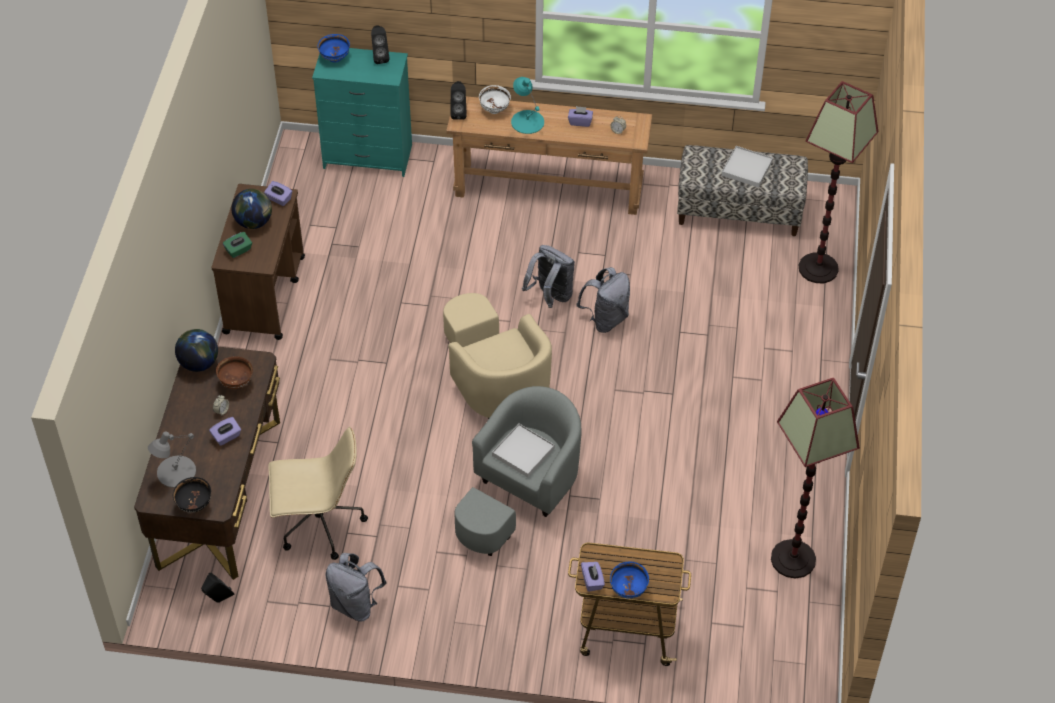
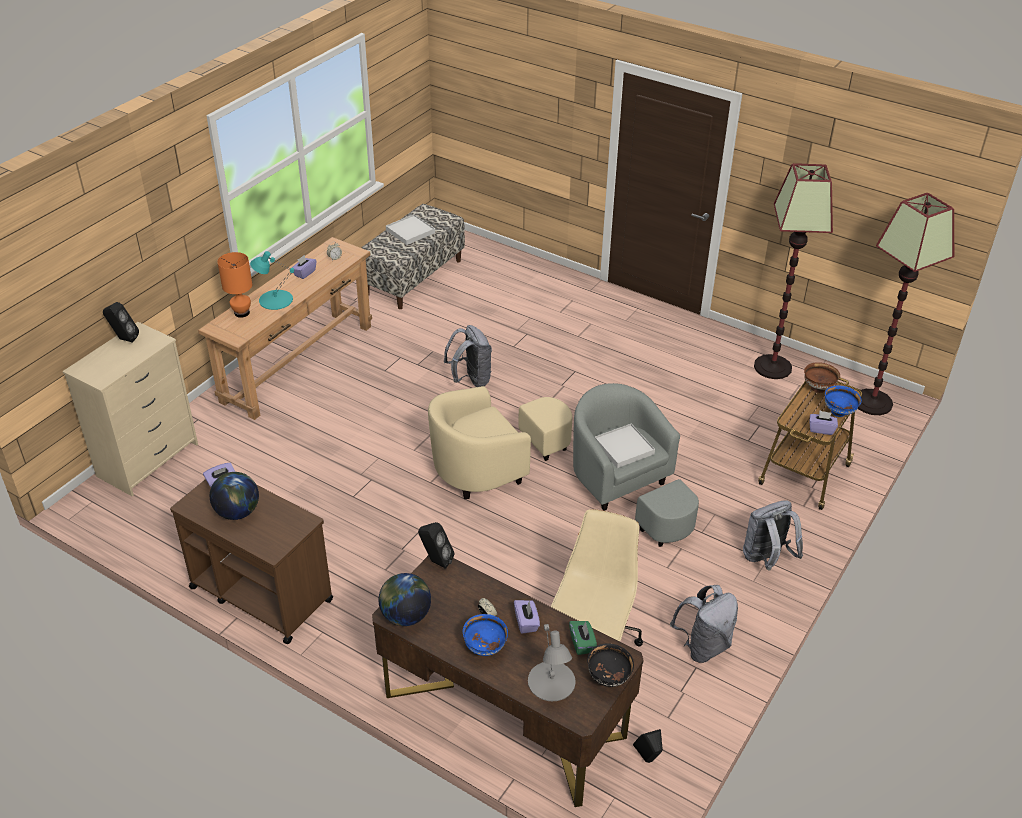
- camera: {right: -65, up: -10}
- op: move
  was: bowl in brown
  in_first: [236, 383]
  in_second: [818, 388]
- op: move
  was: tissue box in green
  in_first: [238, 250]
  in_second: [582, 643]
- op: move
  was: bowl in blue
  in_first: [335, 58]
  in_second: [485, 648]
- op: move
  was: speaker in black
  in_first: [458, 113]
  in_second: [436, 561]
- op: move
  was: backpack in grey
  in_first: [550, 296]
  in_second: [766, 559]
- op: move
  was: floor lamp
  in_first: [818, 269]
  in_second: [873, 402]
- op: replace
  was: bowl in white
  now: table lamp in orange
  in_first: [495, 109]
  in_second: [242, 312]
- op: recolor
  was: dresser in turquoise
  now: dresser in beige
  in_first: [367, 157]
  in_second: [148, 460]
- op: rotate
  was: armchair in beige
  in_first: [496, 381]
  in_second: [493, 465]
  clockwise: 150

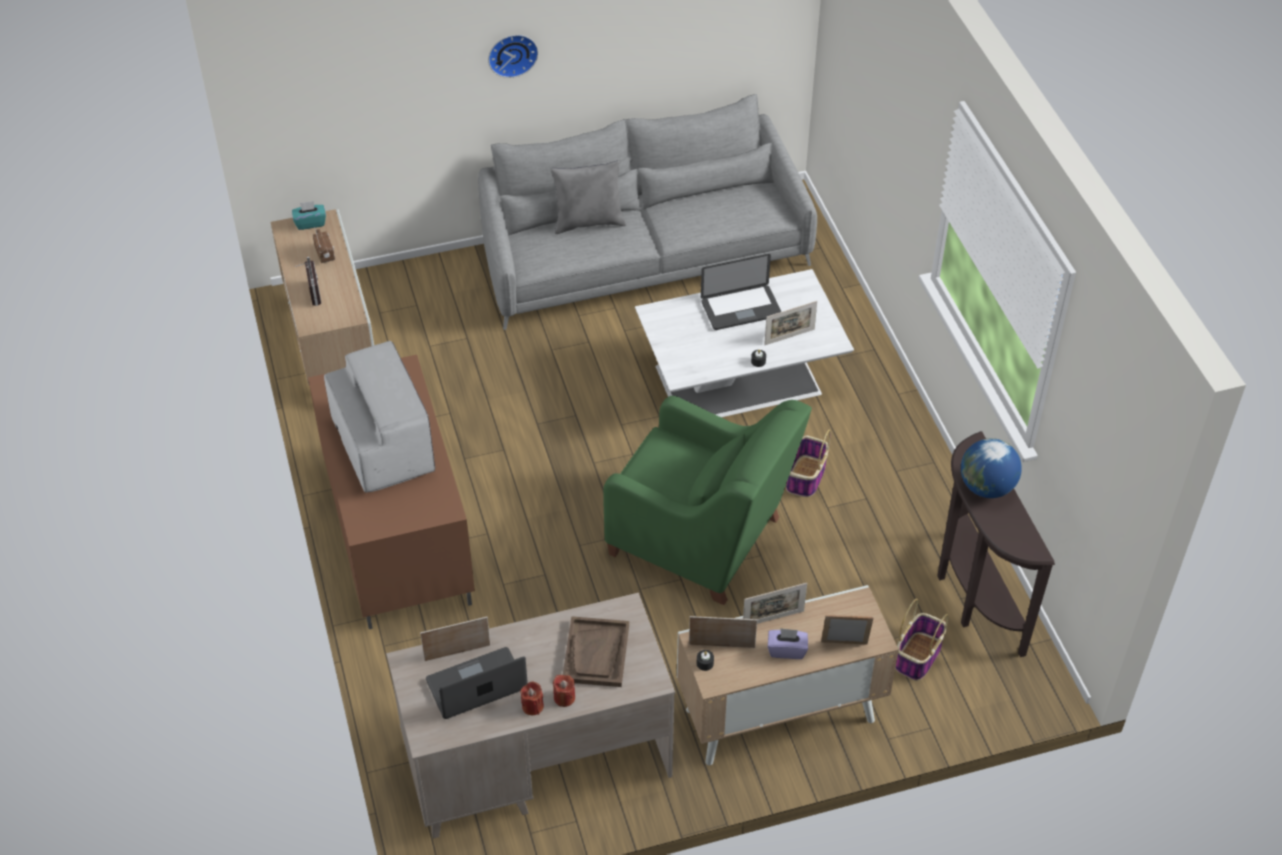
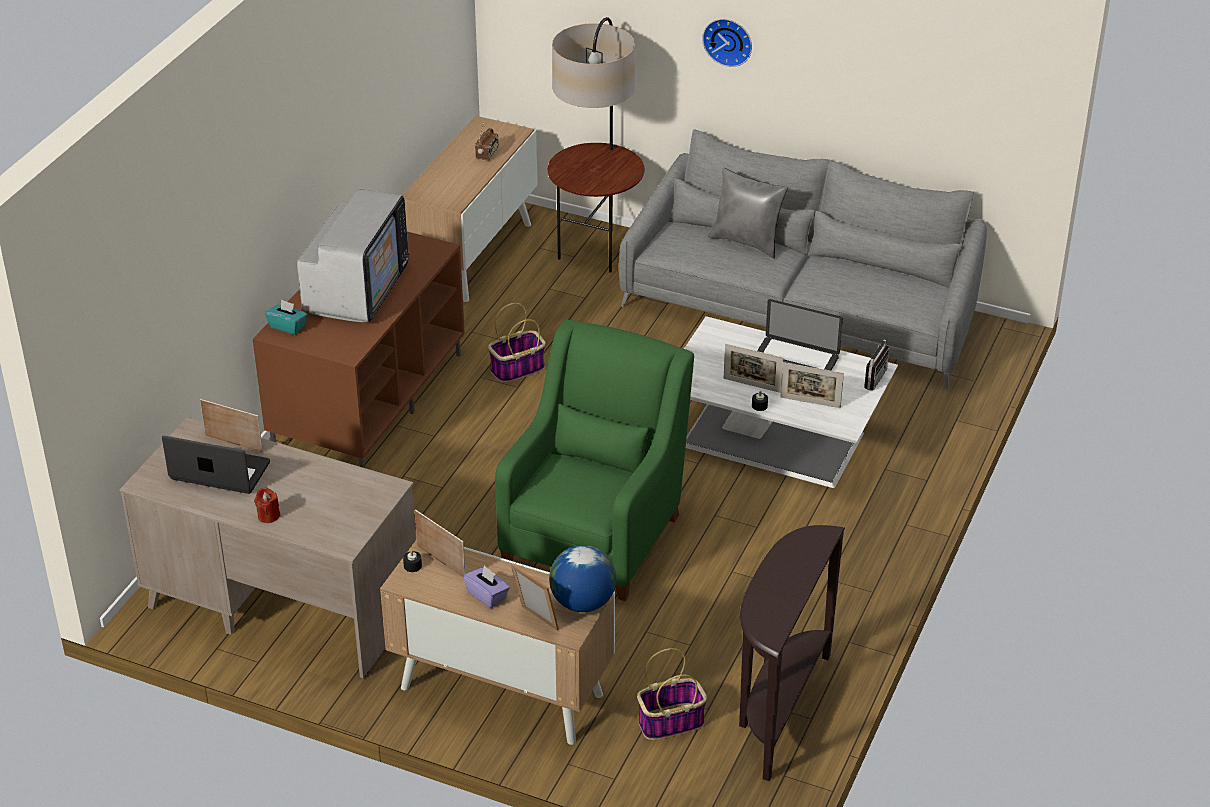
- camera: {right: 40, up: -10}
- op: delete
  was: candle in red
  in_first: [532, 706]
- op: delete
  was: tray in brown
  in_first: [596, 653]
- op: insert
  now: floor lamp
  in_second: [596, 250]
- op: move
  was: tissue box in turquoise
  in_first: [310, 223]
  in_second: [288, 326]
- op: move
  was: radio
  in_first: [310, 293]
  in_second: [871, 378]
- op: move
  was: picture frame
  in_first: [773, 619]
  in_second: [752, 385]
- op: move
  was: basket
  in_first: [805, 478]
  in_second: [517, 369]
- op: move
  was: globe
  in_first: [986, 487]
  in_second: [582, 602]
- op: rotate
  was: armchair in green
  in_first: [701, 539]
  in_second: [595, 534]
  clockwise: -135

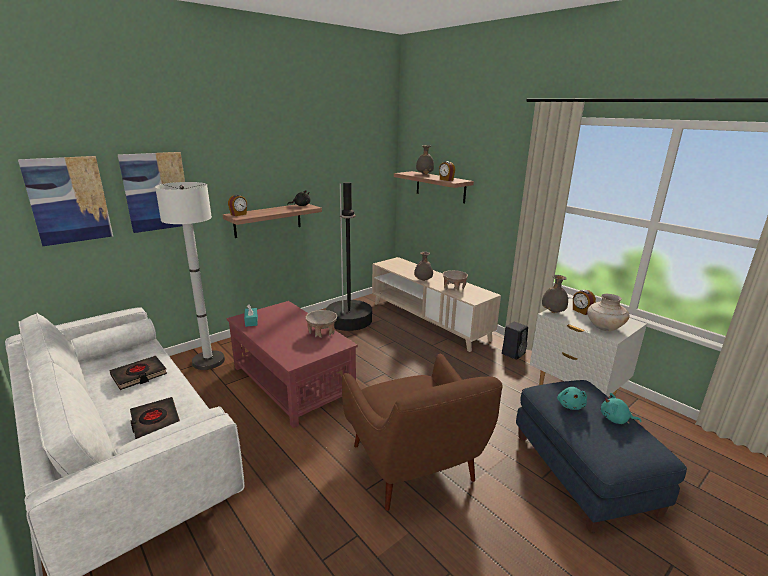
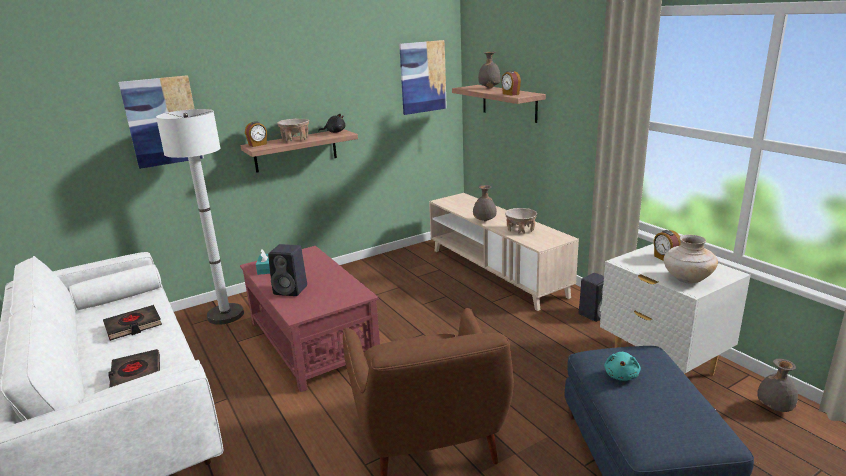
- camera: {right: 10, up: 0}
- op: delete
  was: floor lamp in black
  in_first: [349, 320]
- op: delete
  was: plush toy in turquoise
  in_first: [616, 419]
- op: insert
  now: speaker in black
  in_second: [291, 290]
- op: move
  was: picture
  in_first: [68, 200]
  in_second: [423, 77]
- op: move
  was: bowl in beige
  in_first: [322, 332]
  in_second: [295, 139]
- op: move
  was: vase in grey
  in_first: [552, 312]
  in_second: [774, 407]

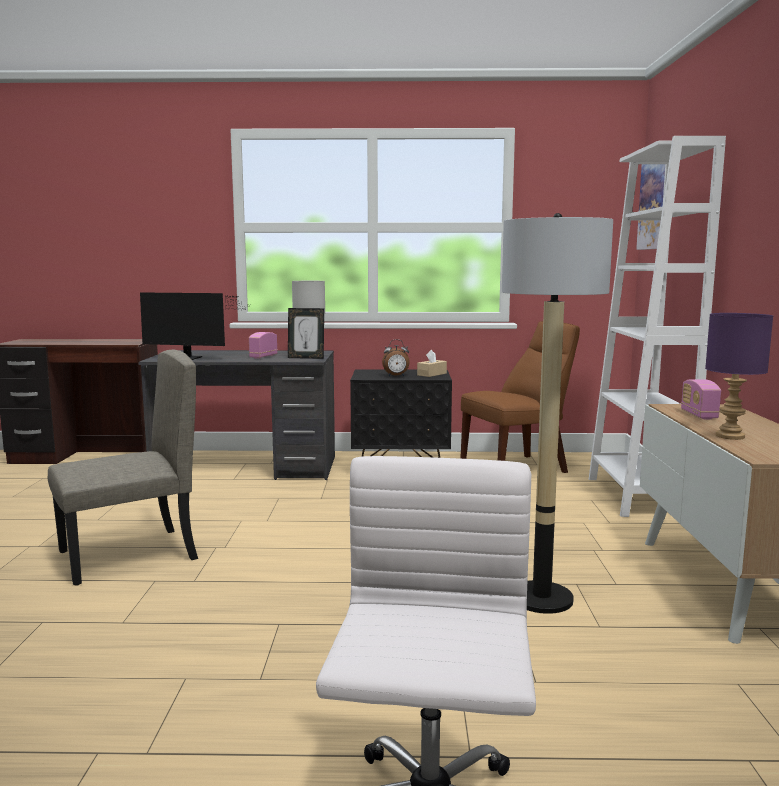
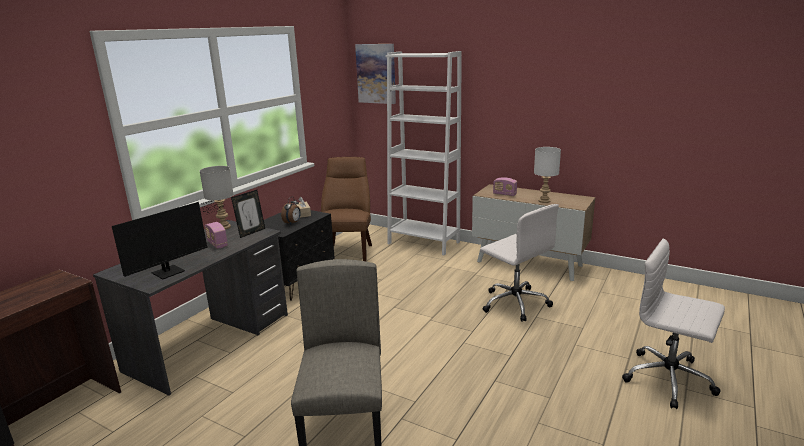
- camera: {right: -60, up: 10}
- op: replace
  was: floor lamp
  now: office chair in white
  in_first: [541, 598]
  in_second: [514, 303]
- op: recolor
  was: table lamp in purple
  now: table lamp in white
  in_first: [730, 436]
  in_second: [545, 201]

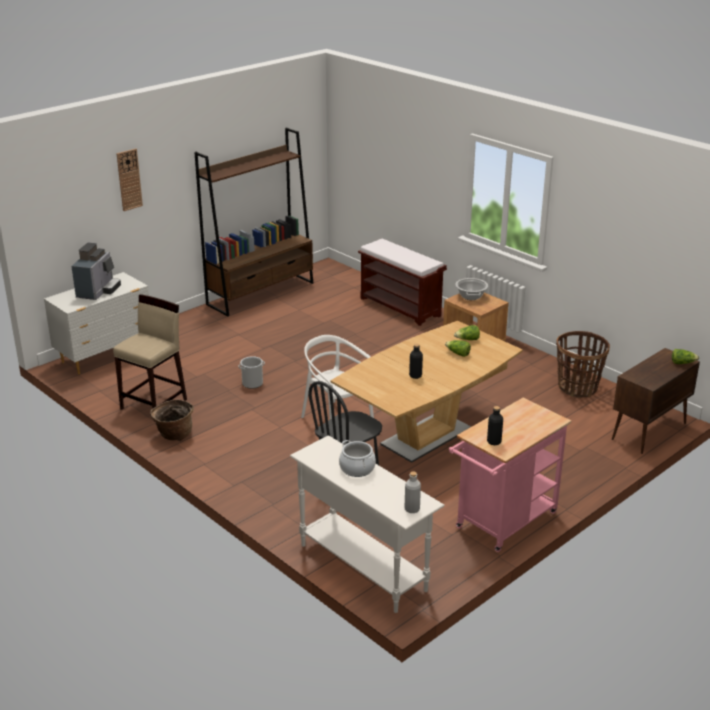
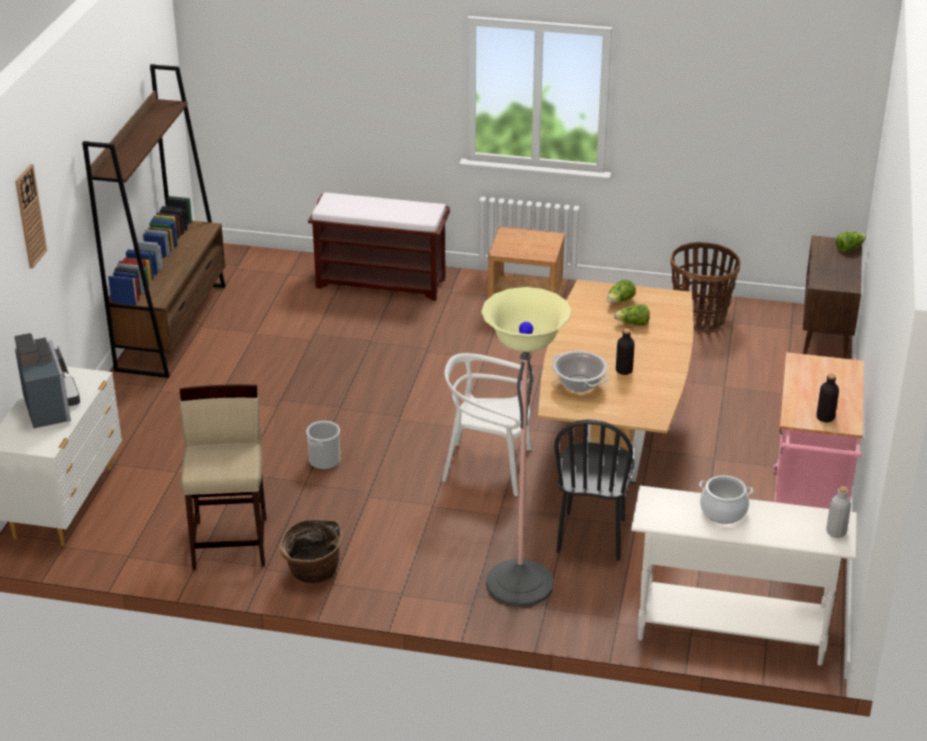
- camera: {right: -35, up: 5}
- op: insert
  now: floor lamp
  in_second: [519, 584]
- op: move
  was: cooking pot
  in_first: [471, 296]
  in_second: [579, 384]

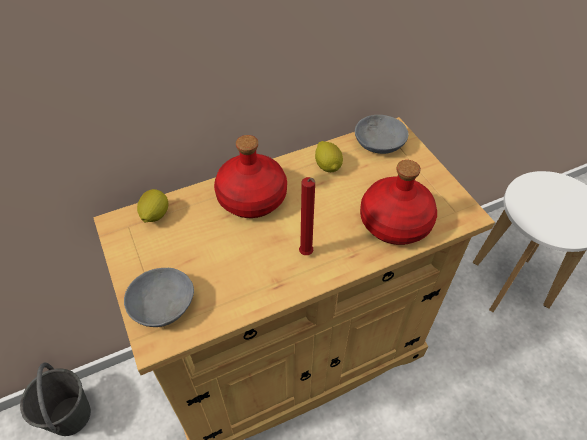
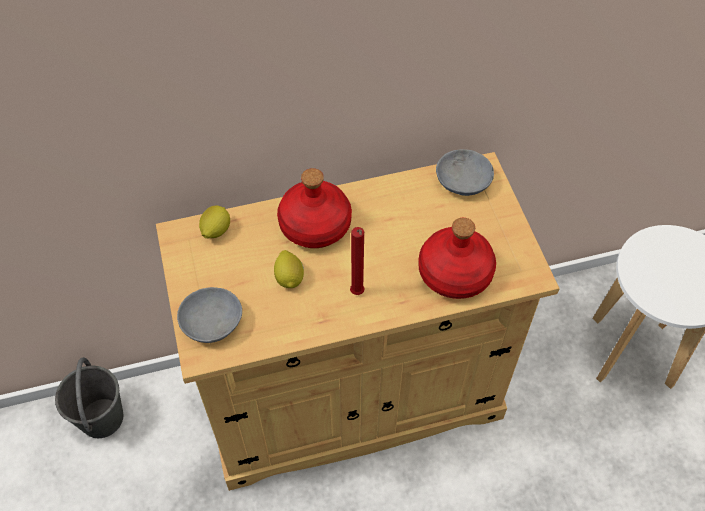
- camera: {right: 10, up: 5}
- op: move
  was: lemon
  in_first: [328, 166]
  in_second: [289, 278]

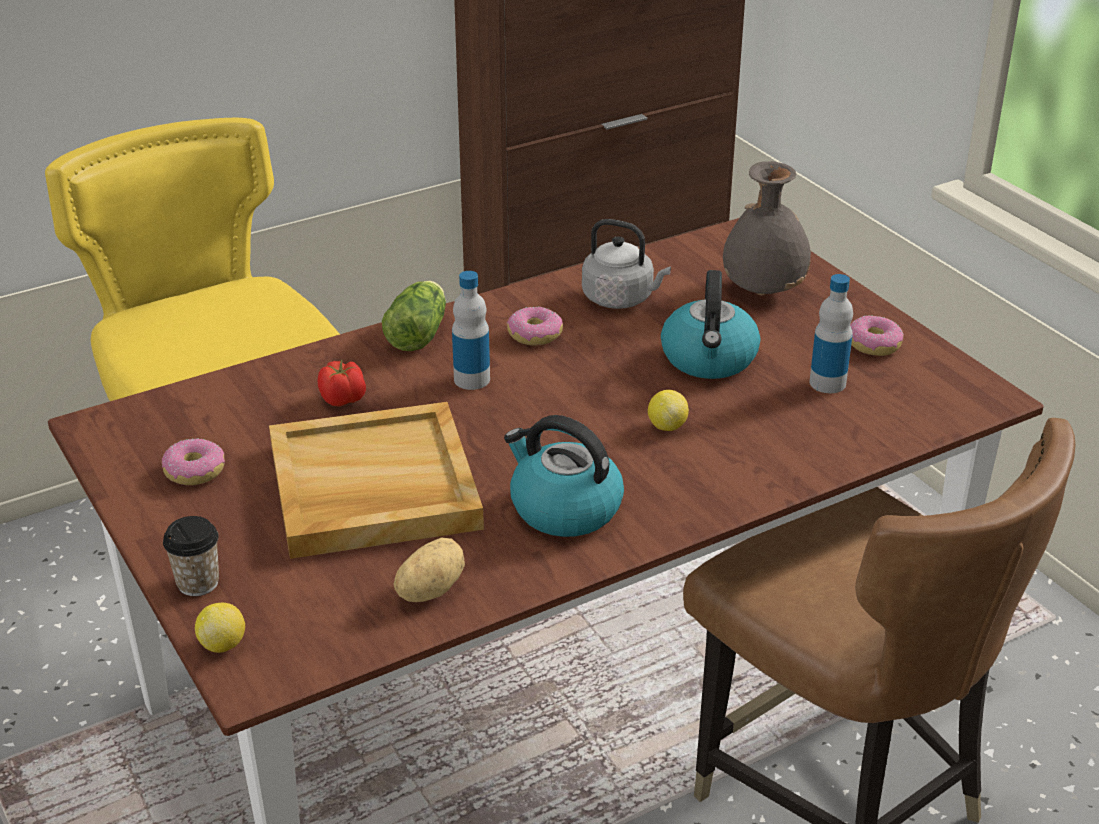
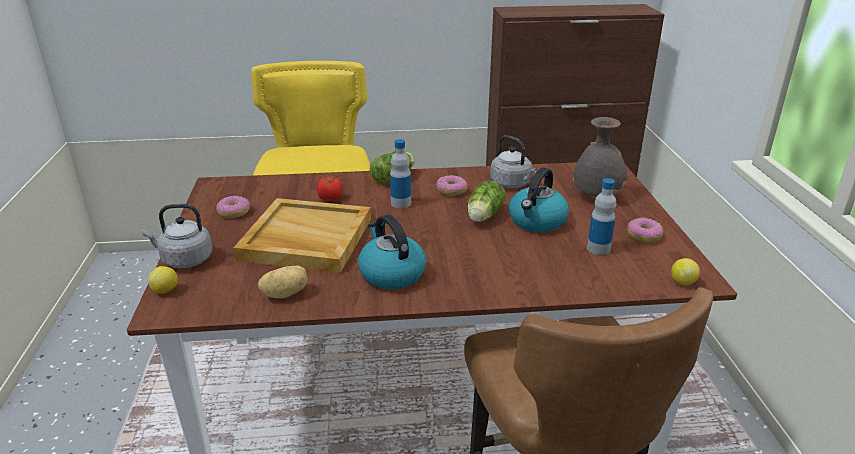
- camera: {right: 25, up: -5}
- op: insert
  now: lettuce
  in_second: [483, 216]
- op: move
  was: lemon
  in_first: [667, 426]
  in_second: [682, 282]
- op: replace
  was: cup
  now: kettle in grey
  in_first: [198, 583]
  in_second: [184, 260]

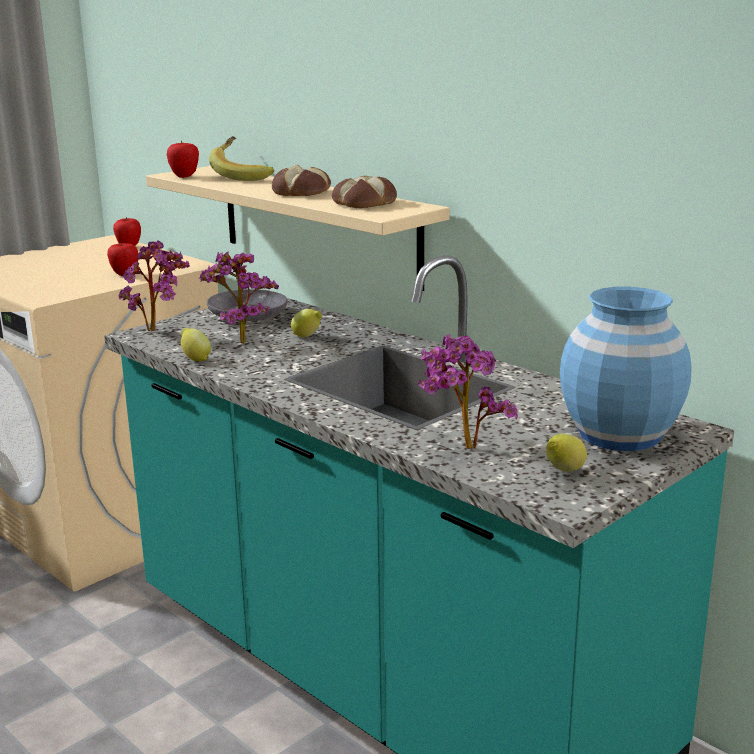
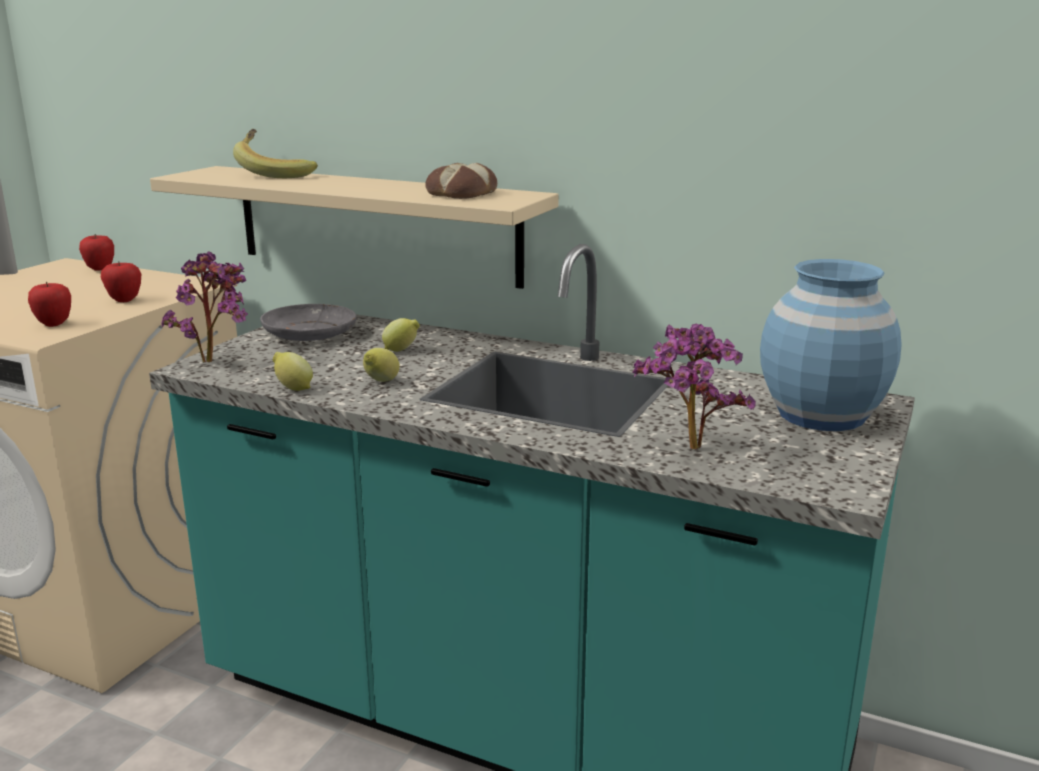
- camera: {right: -20, up: 0}
- op: delete
  was: potted plant
  in_first: [239, 341]
- op: delete
  was: bread
  in_first: [302, 192]
- op: move
  was: apple
  in_first: [184, 176]
  in_second: [54, 324]
- op: move
  was: lemon
  in_first: [563, 471]
  in_second: [380, 382]

